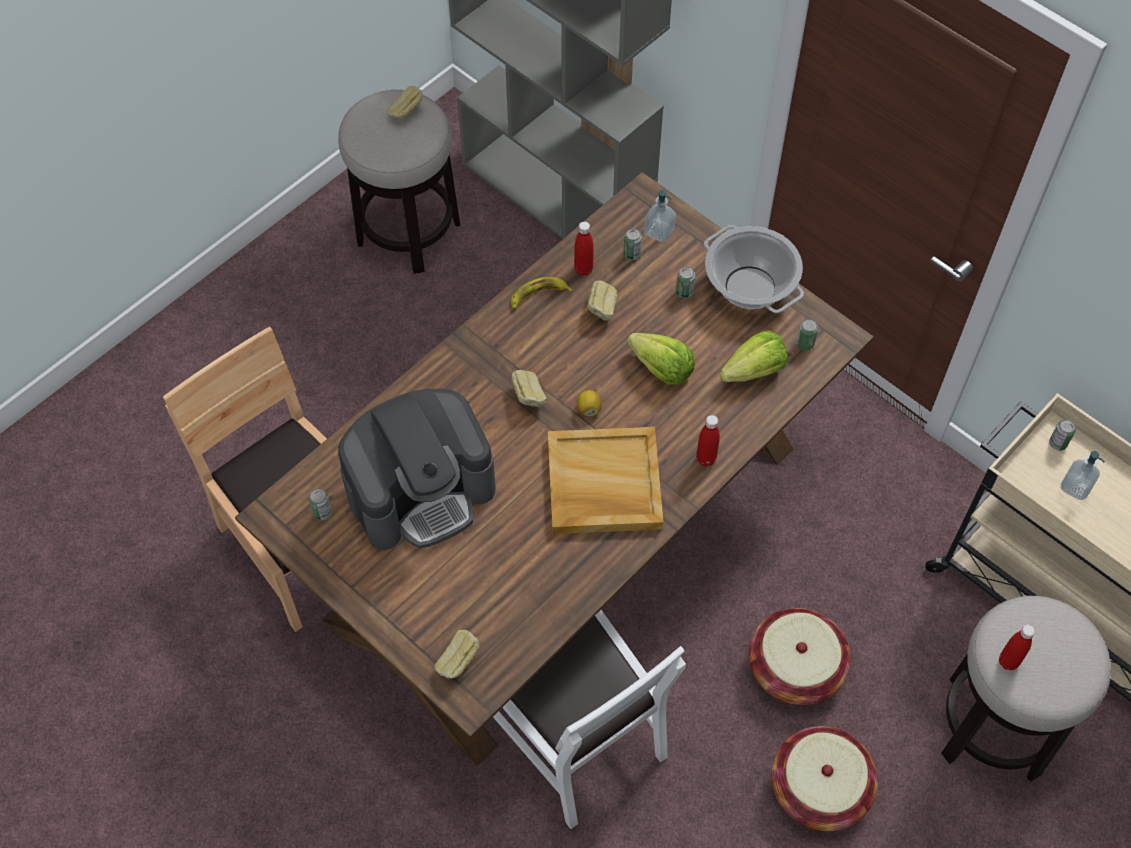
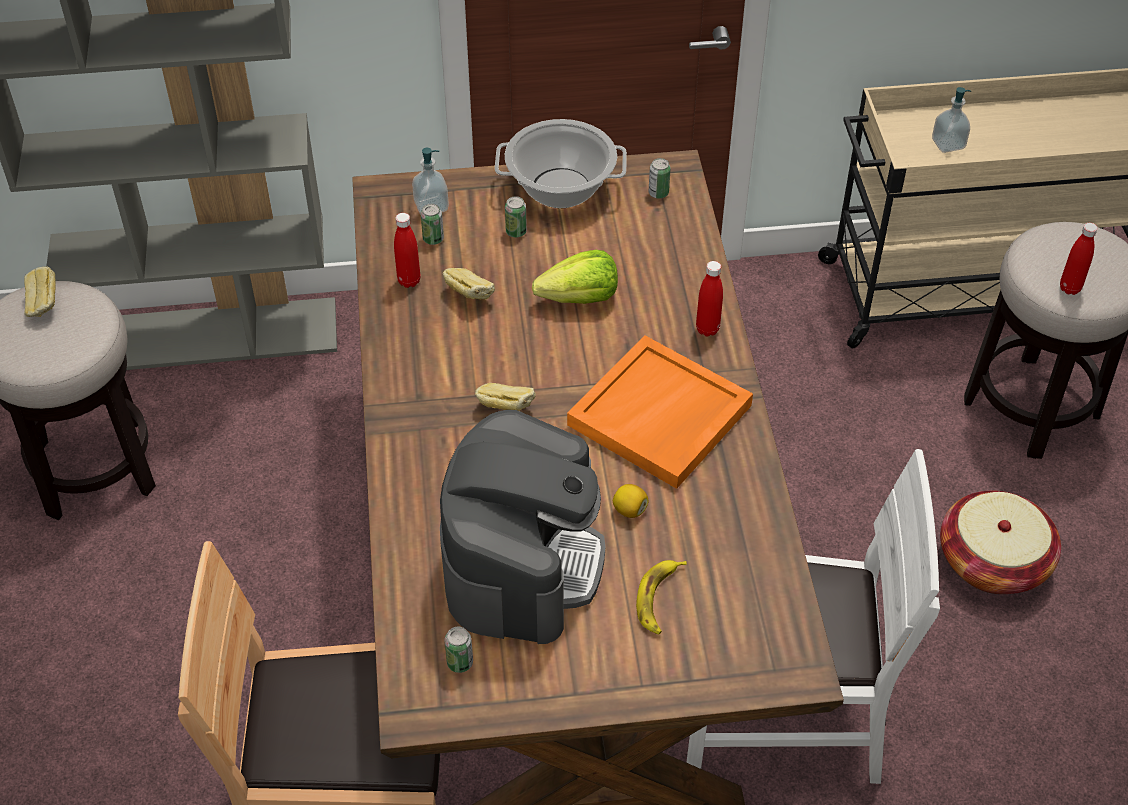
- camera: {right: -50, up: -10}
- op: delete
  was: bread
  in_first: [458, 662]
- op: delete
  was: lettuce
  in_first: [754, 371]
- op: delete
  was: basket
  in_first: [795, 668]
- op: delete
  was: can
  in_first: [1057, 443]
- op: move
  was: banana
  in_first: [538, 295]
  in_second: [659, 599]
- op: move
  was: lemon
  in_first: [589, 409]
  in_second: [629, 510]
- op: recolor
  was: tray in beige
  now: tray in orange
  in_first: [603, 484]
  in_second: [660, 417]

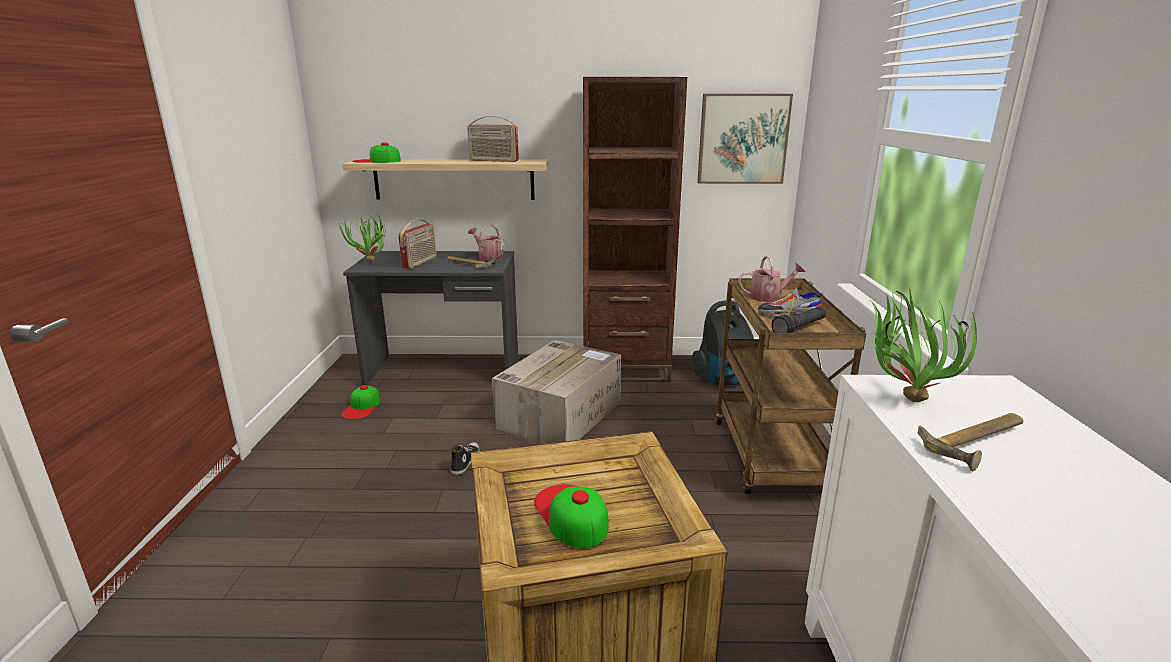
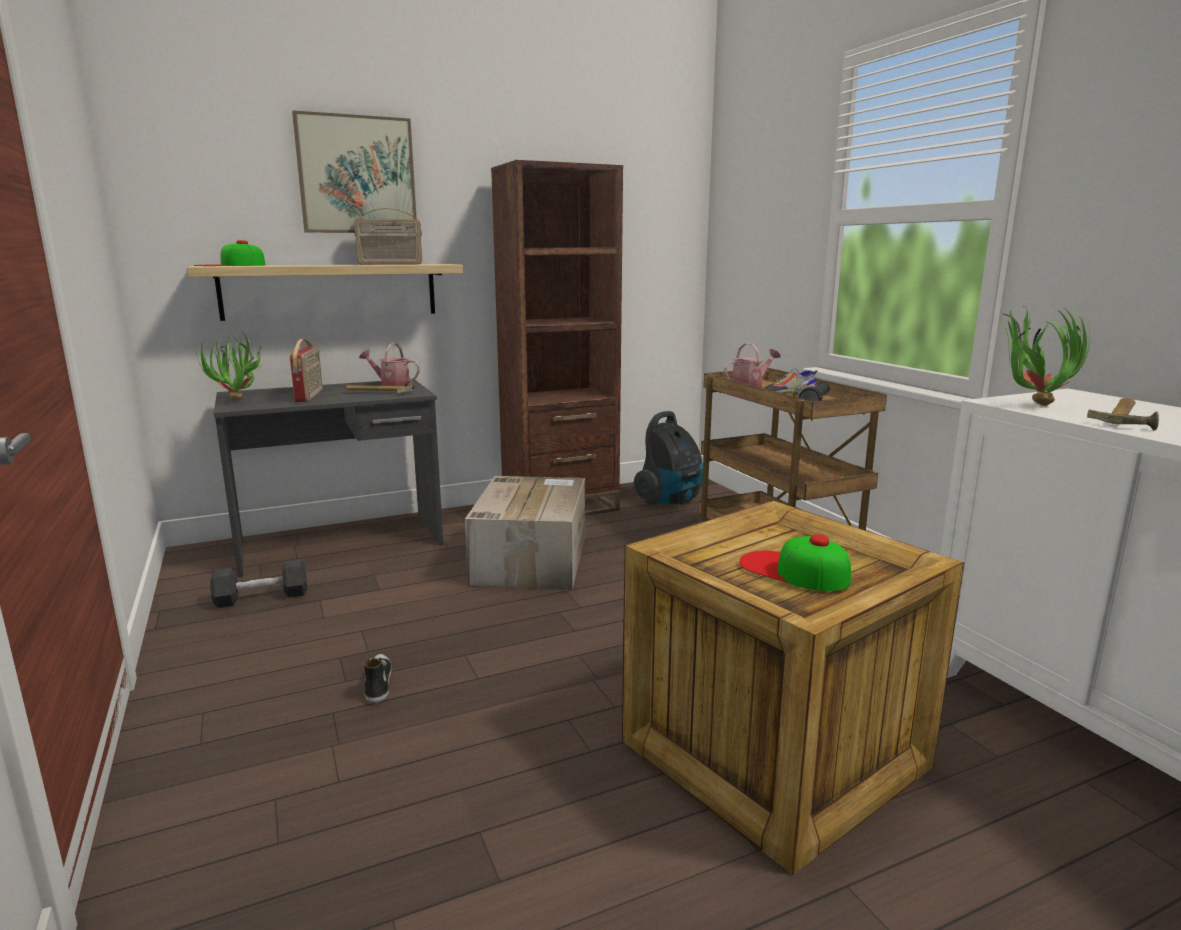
- camera: {right: -25, up: -5}
- op: move
  was: shoe
  in_first: [465, 462]
  in_second: [377, 683]
- op: move
  was: picture
  in_first: [743, 139]
  in_second: [357, 175]
- op: replace
  was: cap
  now: dumbbell in black
  in_first: [362, 407]
  in_second: [262, 597]

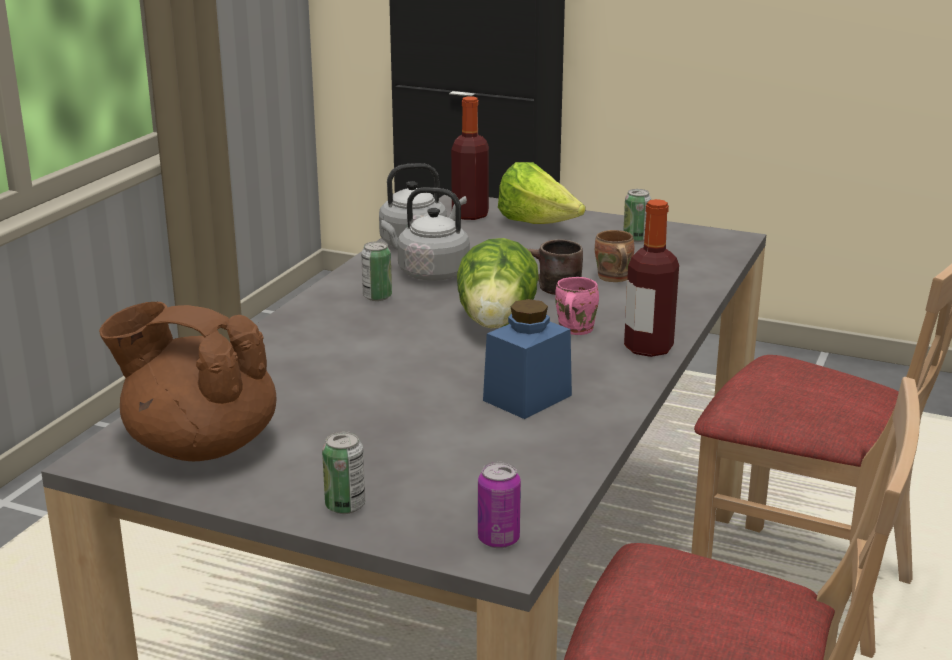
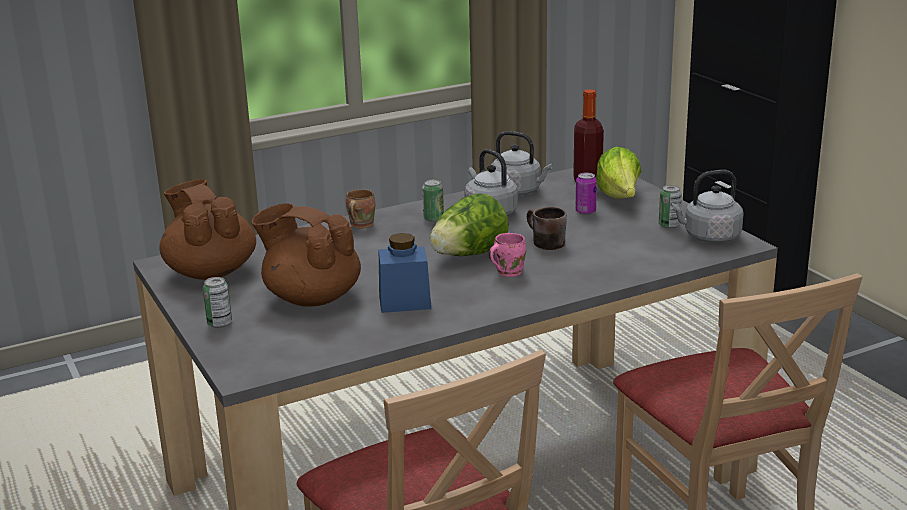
- camera: {right: 40, up: 0}
- op: delete
  was: bottle
  in_first: [648, 348]
- op: insert
  now: teapot in brown
  in_second: [311, 297]
- op: insert
  now: kettle in grey
  in_second: [709, 237]
- op: move
  was: can
  in_first: [498, 539]
  in_second: [585, 211]
- op: move
  was: mug in brown
  in_first: [612, 278]
  in_second: [359, 225]

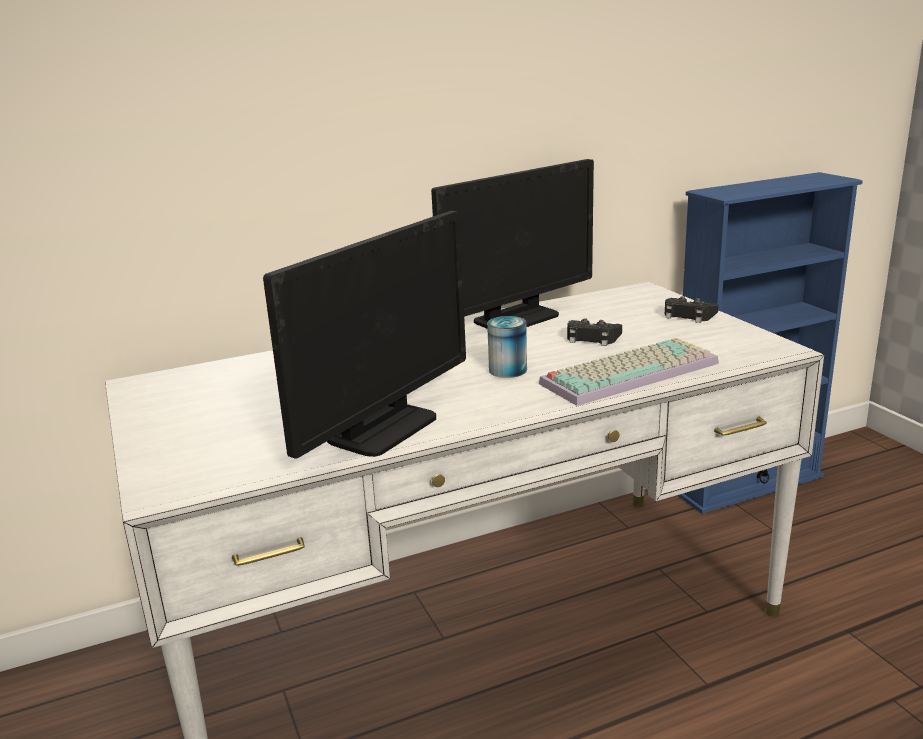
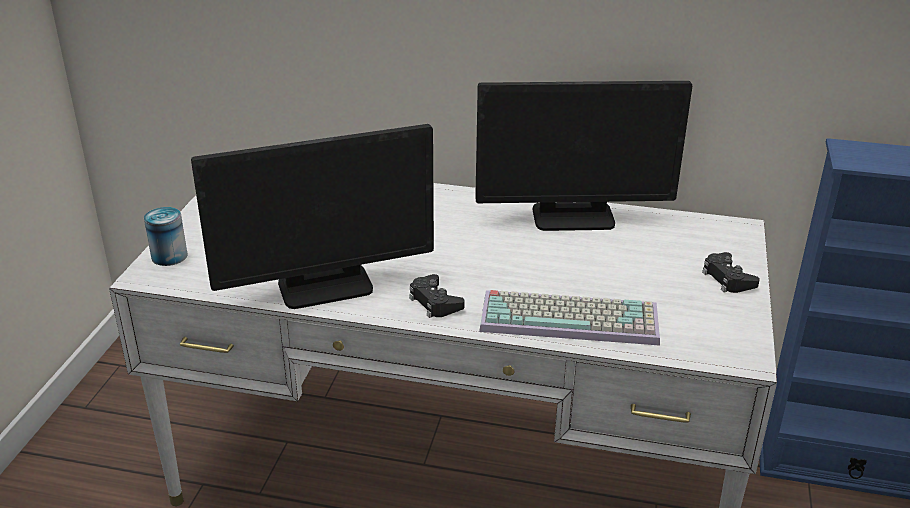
- camera: {right: 35, up: 10}
- op: move
  was: can
  in_first: [508, 370]
  in_second: [169, 256]
- op: move
  was: game controller in black
  in_first: [592, 338]
  in_second: [434, 302]

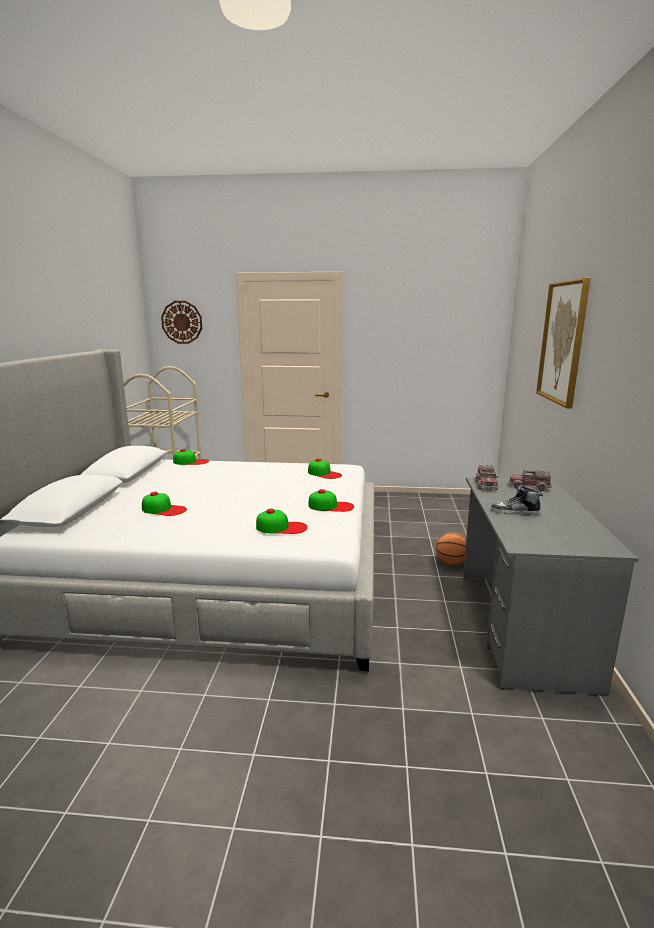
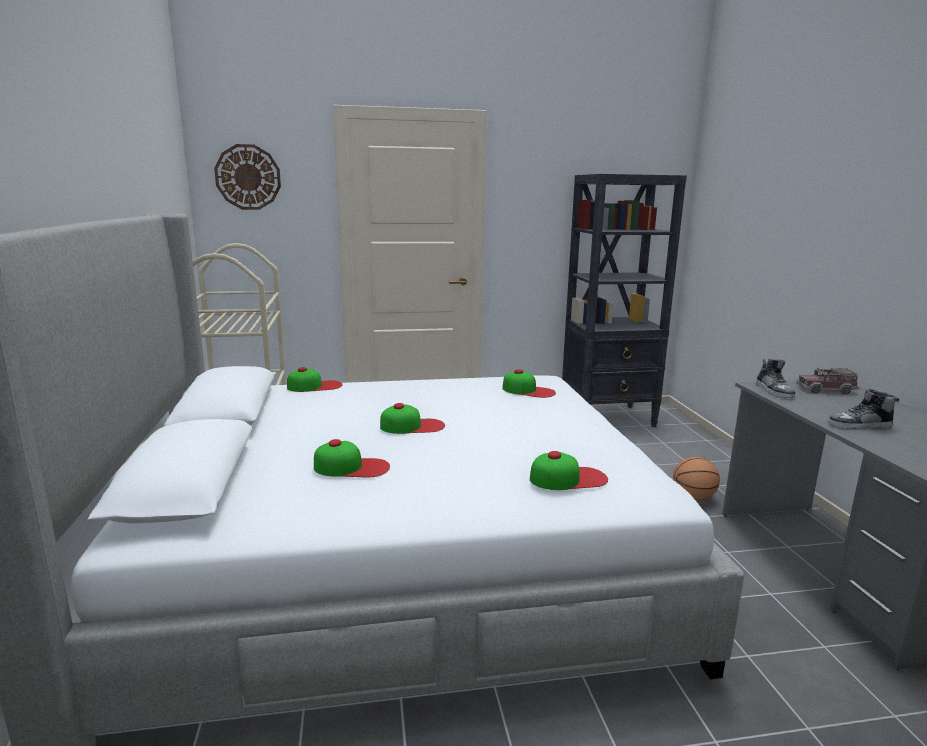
- camera: {right: -15, up: 0}
- op: delete
  was: picture
  in_first: [563, 342]
- op: insert
  now: bookcase in black
  in_second: [608, 418]
- op: move
  was: cap
  in_first: [331, 506]
  in_second: [412, 426]
- op: replace
  was: toy truck
  now: shoe
  in_first: [486, 484]
  in_second: [774, 391]

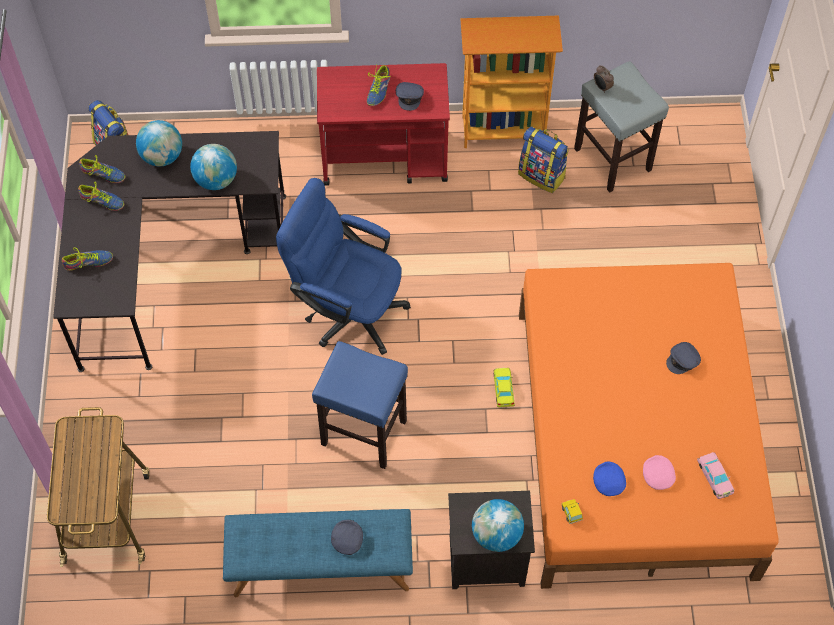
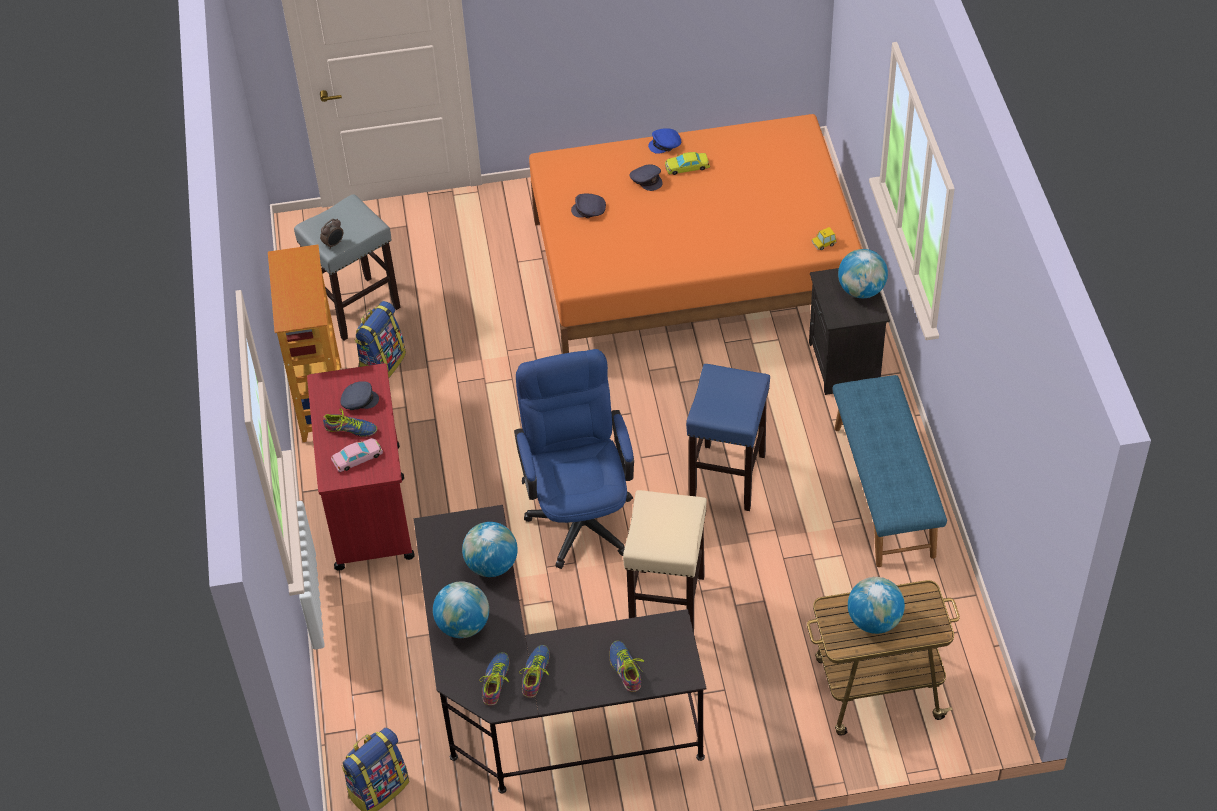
- camera: {right: -95, up: -10}
- op: delete
  was: cap in pink
  in_first: [657, 475]
- op: insert
  now: stool in beige
  in_second: [667, 604]
- op: insert
  now: globe
  in_second: [874, 621]
- op: move
  was: cap in grey
  in_first: [347, 539]
  in_second: [589, 210]
- op: move
  was: toy car in yellow
  in_first: [503, 388]
  in_second: [687, 166]
- op: move
  was: cap in blue
  in_first: [607, 481]
  in_second: [665, 144]
- op: move
  was: toy car in pink
  in_first: [715, 477]
  in_second: [357, 457]
- op: rotate
  was: office chair in blue
  in_first: [347, 309]
  in_second: [579, 512]
  clockwise: 150

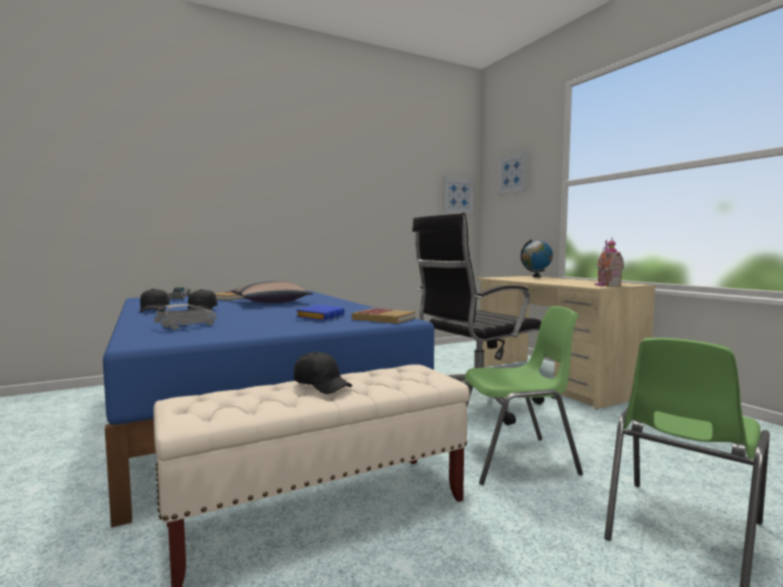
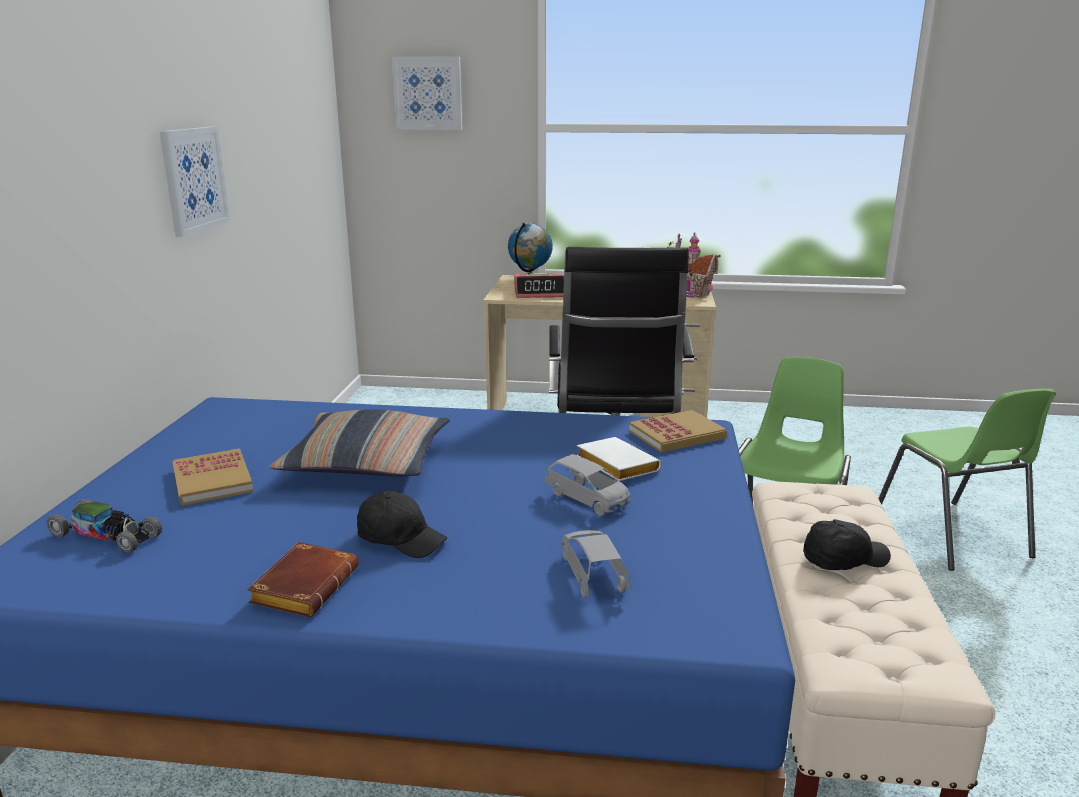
- camera: {right: -55, up: 15}
- op: insert
  now: alarm clock
  in_second: [539, 293]
- op: insert
  now: toy car in grey
  in_second: [588, 499]
- op: move
  was: picture
  in_first: [457, 195]
  in_second: [193, 179]
- op: replace
  was: cap in black
  now: book in brown
  in_first: [154, 310]
  in_second: [304, 585]
- op: recolor
  was: book in blue
  now: book in white
  in_first: [320, 317]
  in_second: [614, 465]

